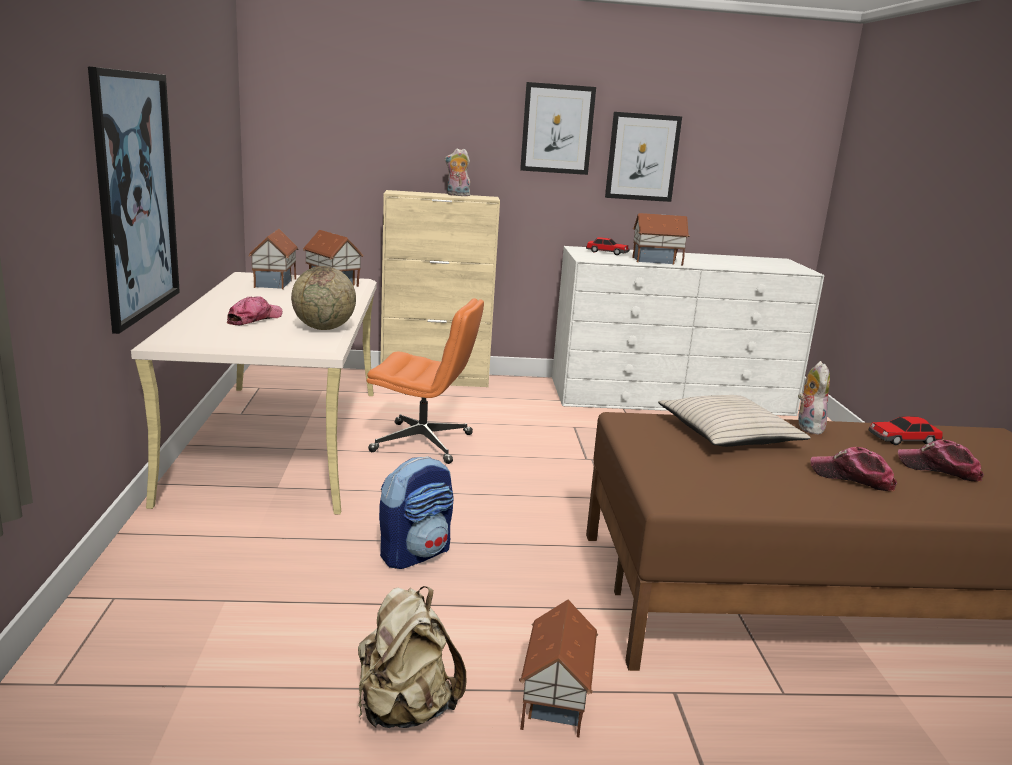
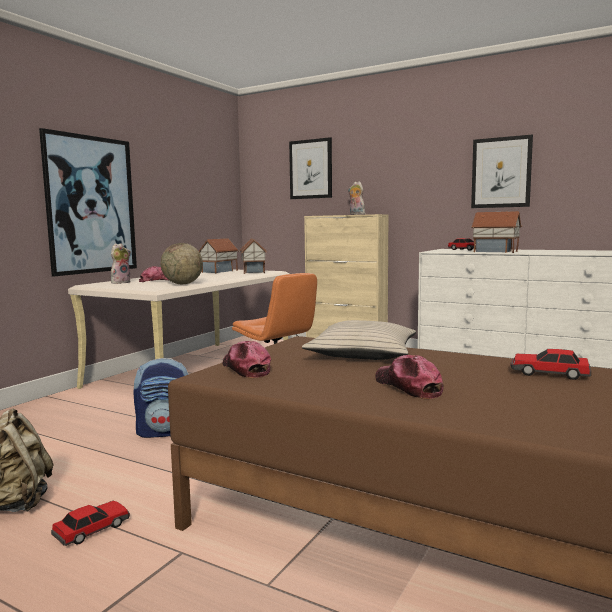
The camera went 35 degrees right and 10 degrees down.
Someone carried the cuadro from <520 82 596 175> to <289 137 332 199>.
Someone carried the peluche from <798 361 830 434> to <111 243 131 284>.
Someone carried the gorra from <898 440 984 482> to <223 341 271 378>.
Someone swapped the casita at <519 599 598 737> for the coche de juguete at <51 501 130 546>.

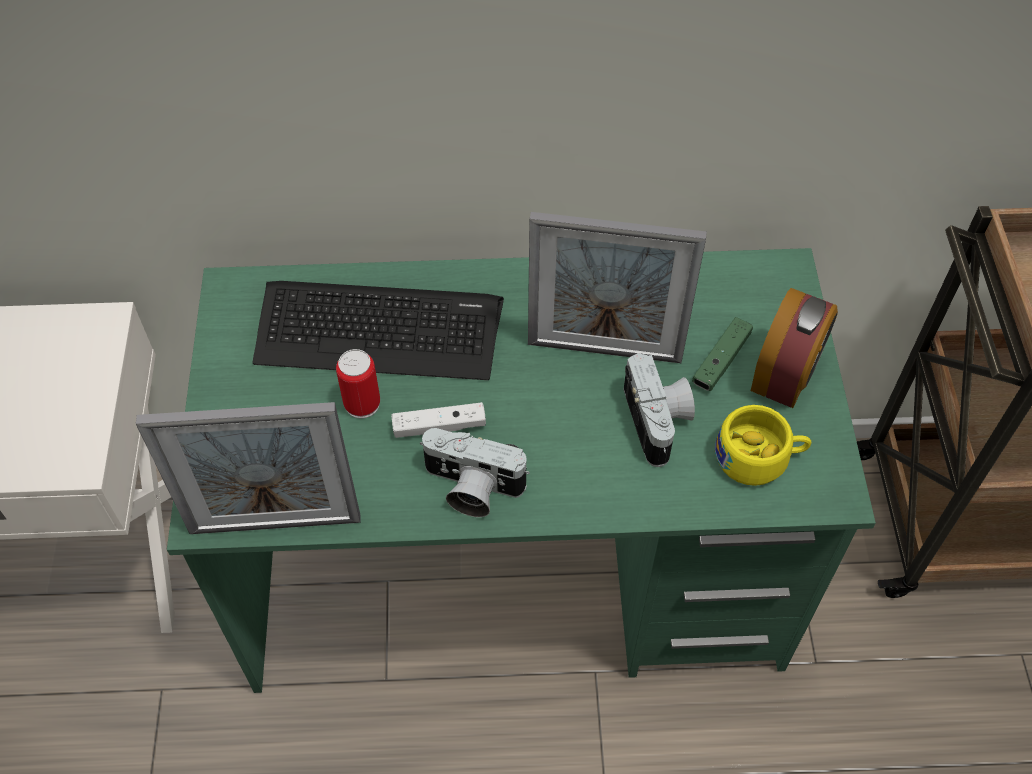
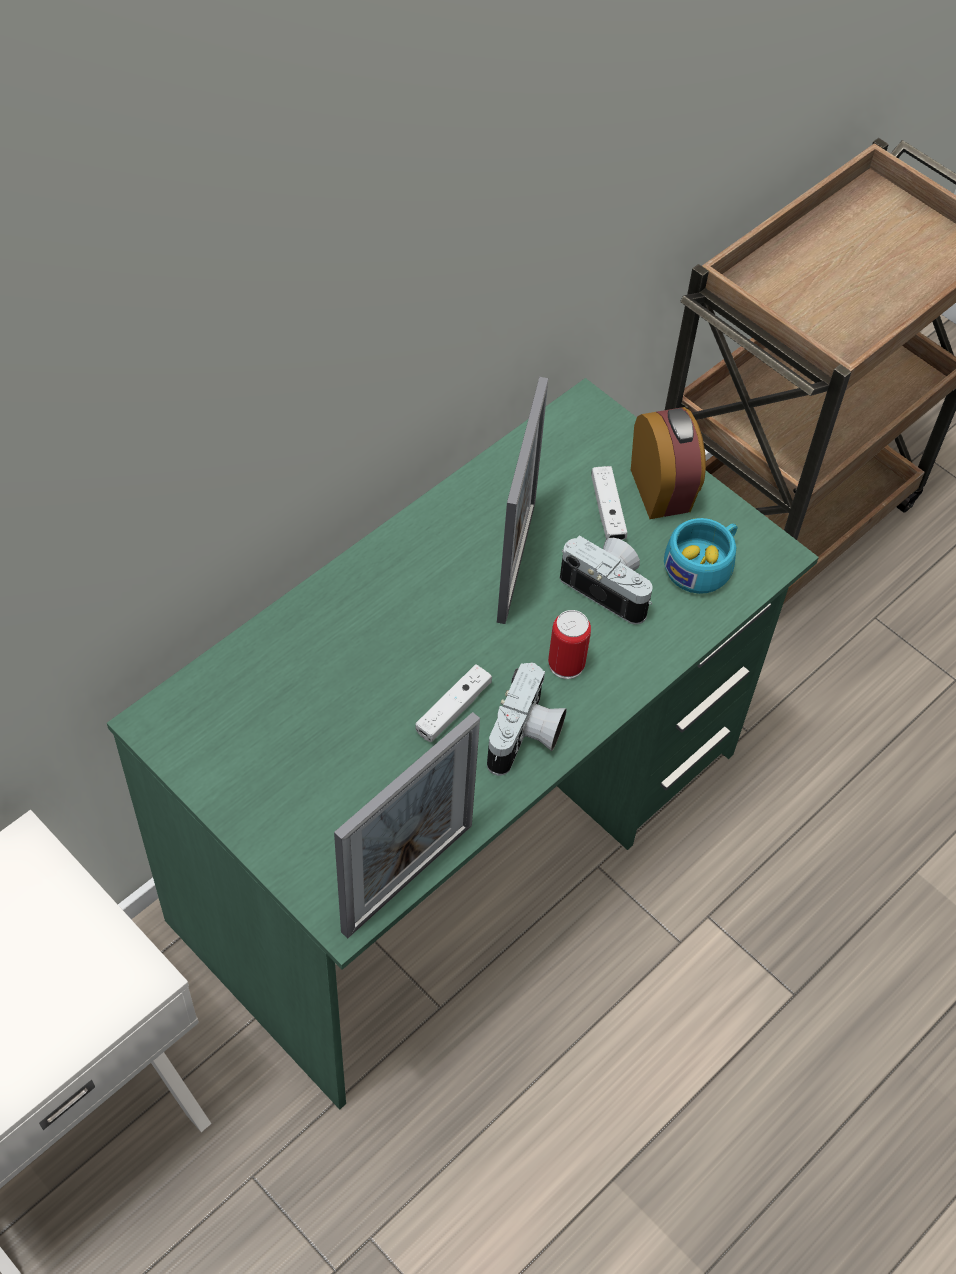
The camera went 45 degrees left and 0 degrees up.
Someone rotated the portarretratos at <528 212 707 363> by 45 degrees counterclockwise.
Someone took away the teclado at <252 281 504 380>.
Someone repainted the mando de consola (verde) at <692 317 753 391>, which became the mando de consola (blanco) at <591 466 627 540>.
Someone carried the lata from <336 349 380 418> to <548 610 591 679>.
Someone repainted the taza (amarillo) at <715 405 811 486>, which became the taza (turquesa) at <664 518 737 594>.
Someone rotated the cámara at <420 428 530 517> by 45 degrees counterclockwise.

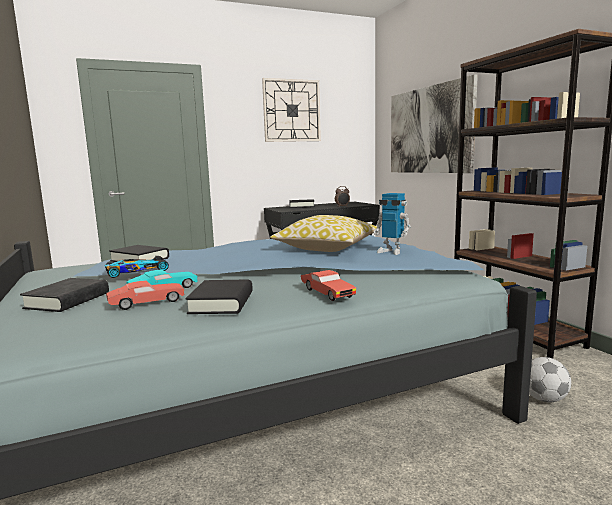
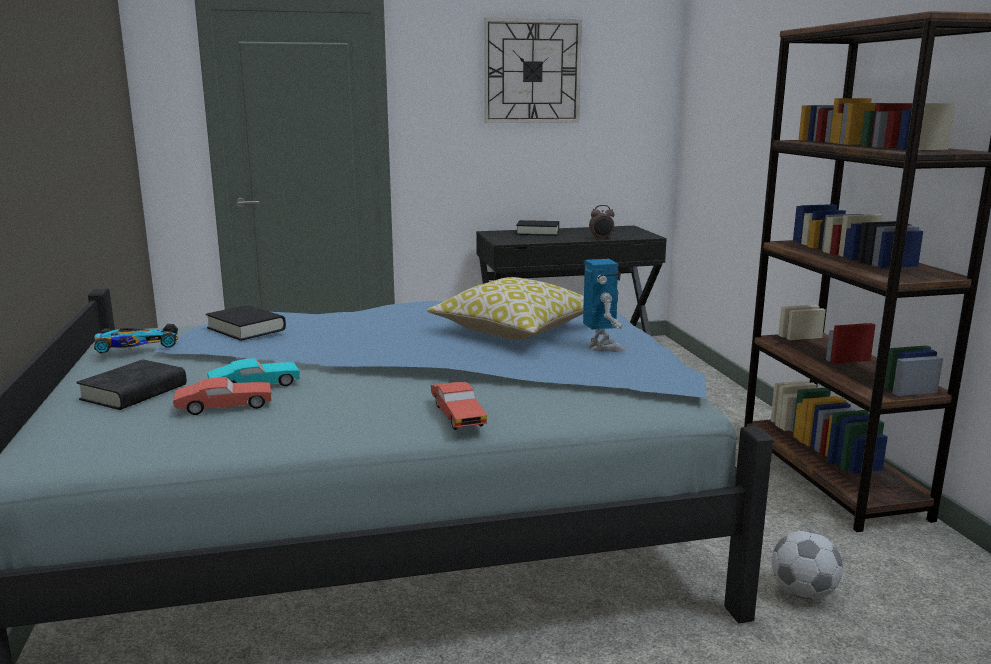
The camera went 10 degrees right and 5 degrees up.
Someone took away the cuadro at <391 74 478 173>.
Someone rotated the robot de juguete at <373 193 411 255> by 150 degrees counterclockwise.
Someone carried the coche de juguete from <105 256 169 278> to <94 324 178 354>.
Someone took away the libro (negro) at <185 279 253 314>.

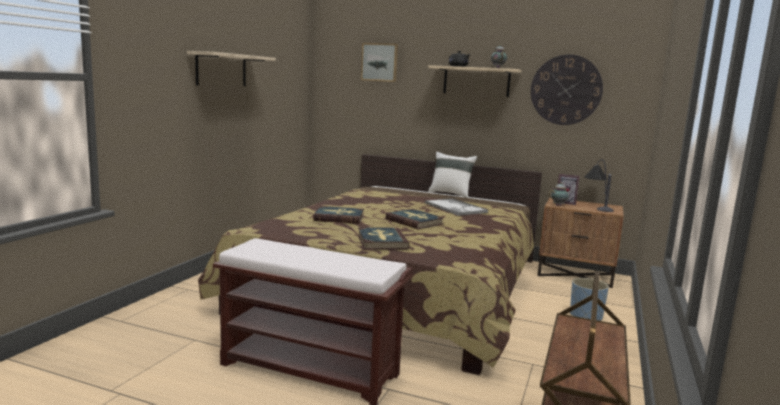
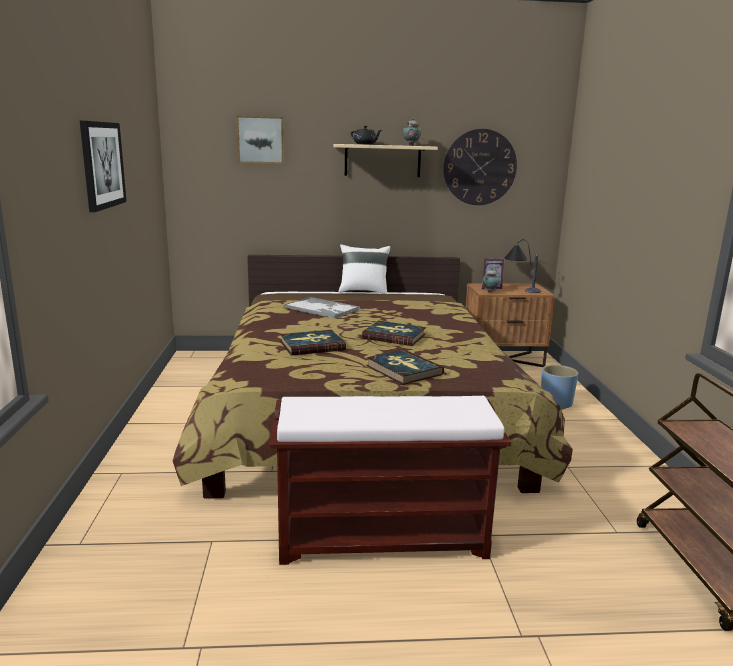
The camera went 25 degrees left and 5 degrees up.
Someone swapped the estante (beis) at <187 51 276 86> for the cuadro at <80 121 127 212>.
Someone carried the bandeja from <425 198 488 216> to <284 297 360 319>.

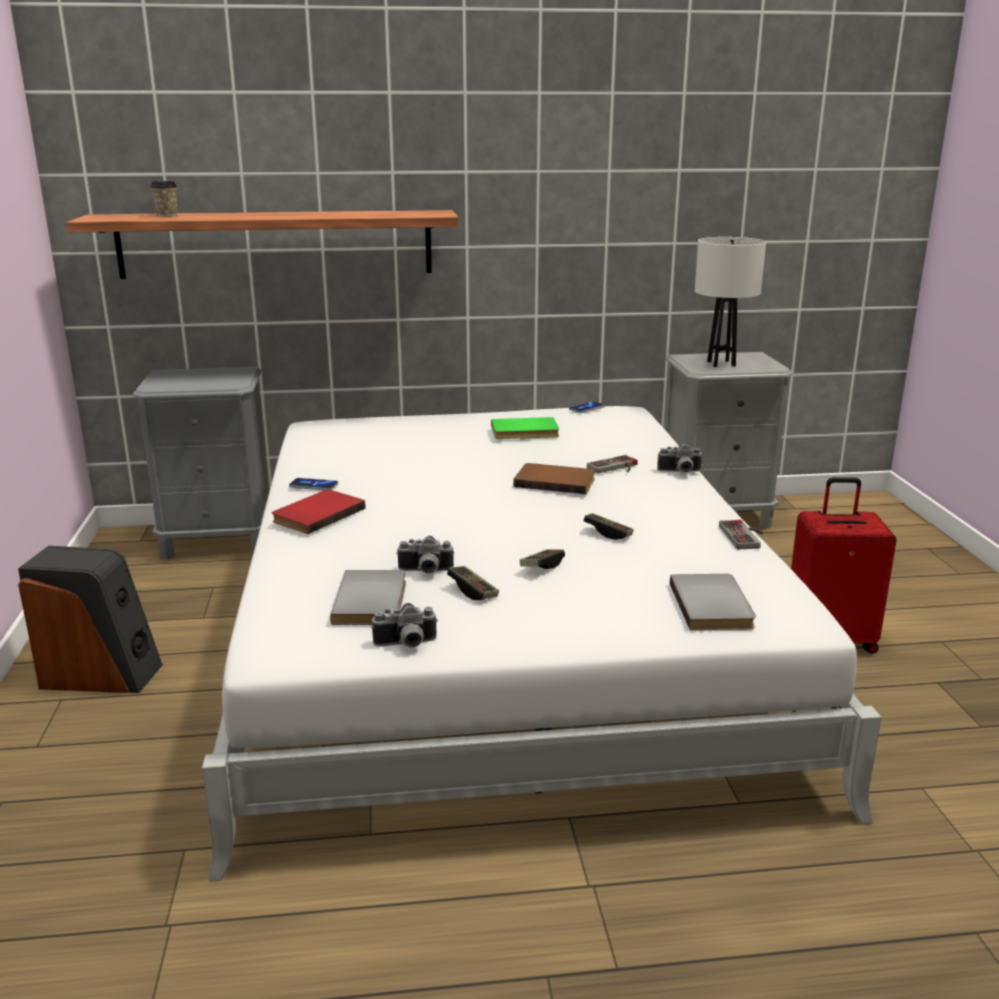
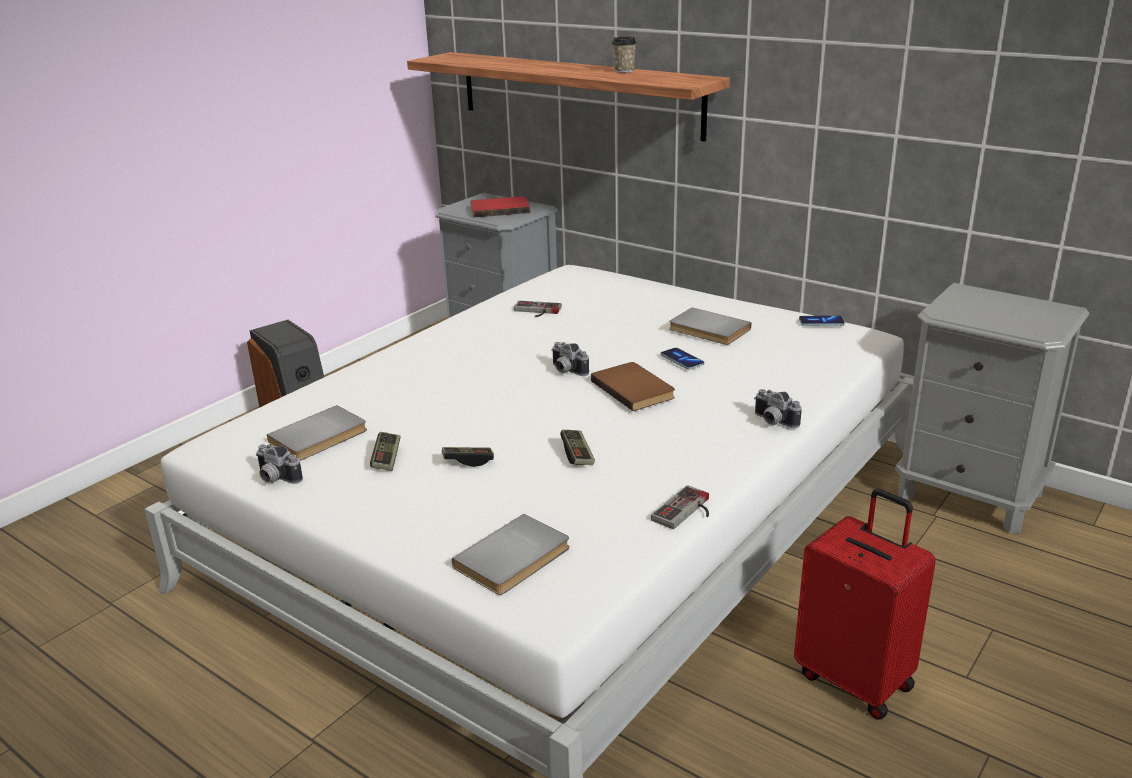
The camera went 45 degrees right and 5 degrees up.
Someone carried the taza from <150 181 177 217> to <612 36 637 73>.
Someone took away the lámpara de mesa (blanco) at <695 237 766 367>.
Someone repainted the libro (verde) at <491 417 559 439>, which became the libro (gris) at <669 308 751 345>.
Someone carried the mando de consola from <587 455 638 473> to <514 301 562 317>.
Someone carried the móvil from <289 478 338 491> to <661 348 704 370>.
Someone carried the libro (rojo) from <272 490 365 534> to <470 196 530 217>.
Someone carried the cámara from <396 536 454 574> to <551 342 589 376>.

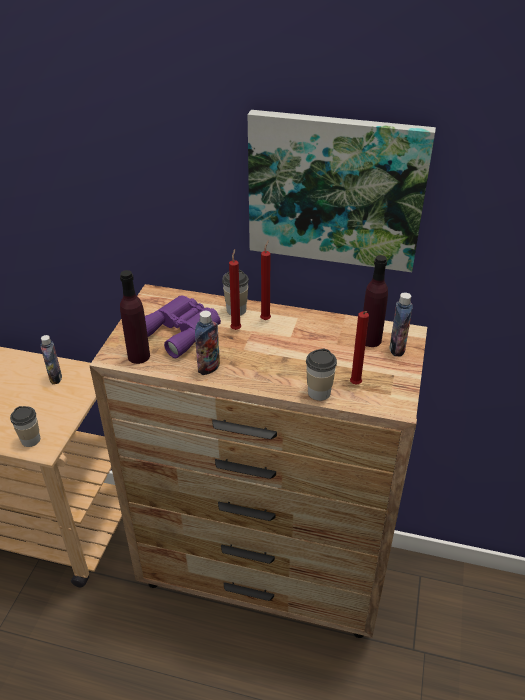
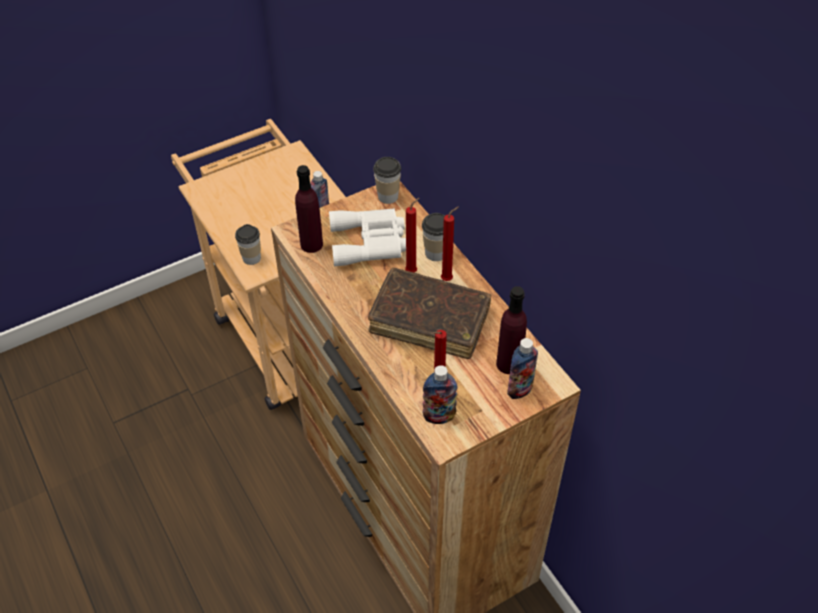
The camera went 45 degrees right and 10 degrees up.
Someone took away the cuadro at <248 110 436 272>.
Someone repainted the prismáticos (morado) at <145 296 221 358>, which became the prismáticos (blanco) at <329 208 406 266>.
Someone carried the botella from <195 311 220 375> to <423 365 458 424>.
Someone carried the taza from <306 349 337 401> to <373 157 401 204>.
Someone put down the libro (marrón) at <368 267 492 359>.

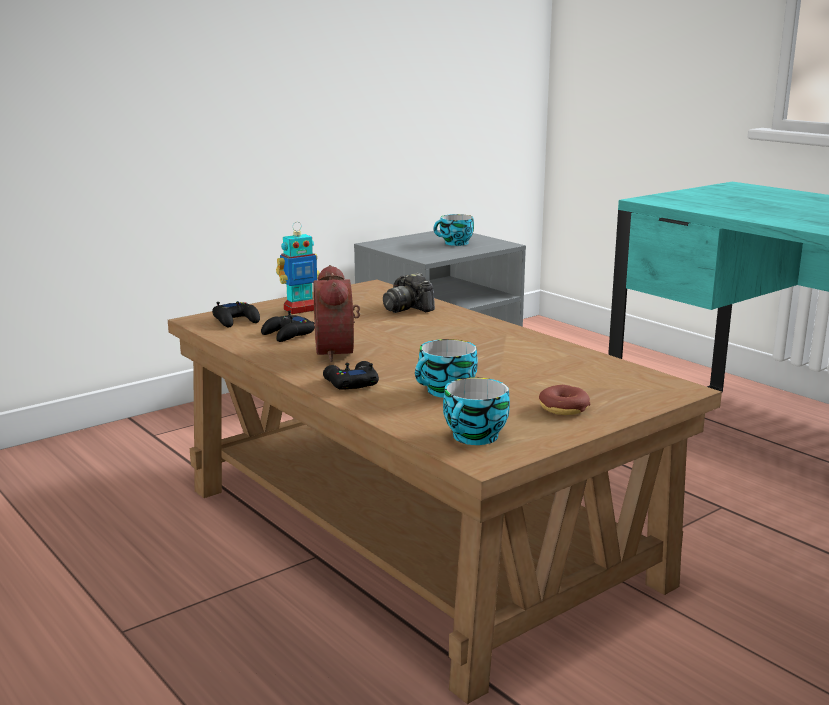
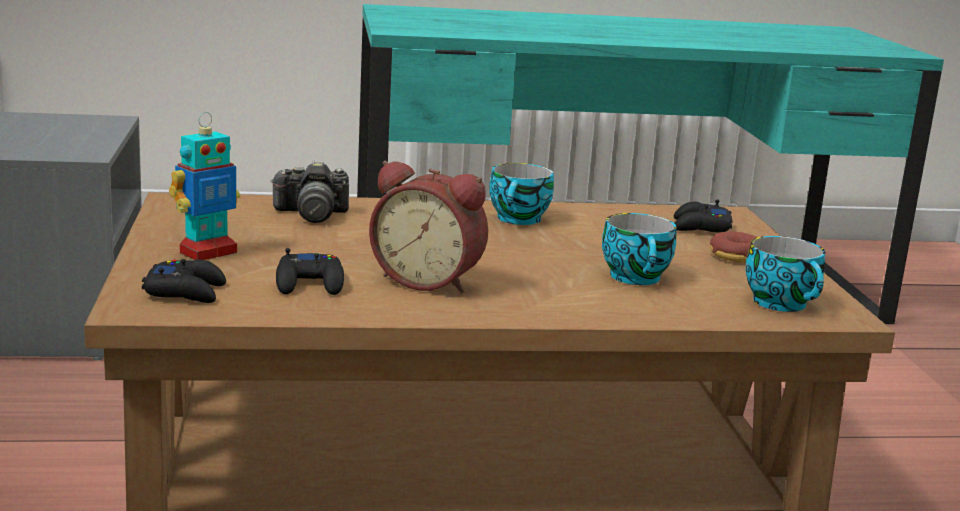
The camera went 60 degrees left and 0 degrees up.
Someone carried the taza from <433 214 474 246> to <489 163 554 225>.
Someone rotated the robot de juguete at <276 222 320 314> by 45 degrees clockwise.
Someone carried the mando de consola (negro) from <323 361 379 390> to <674 200 733 233>.

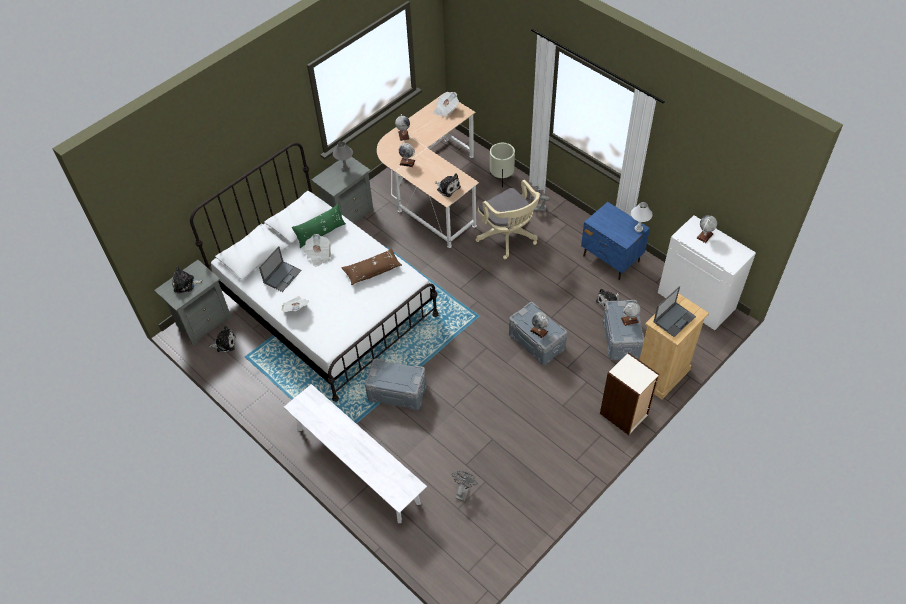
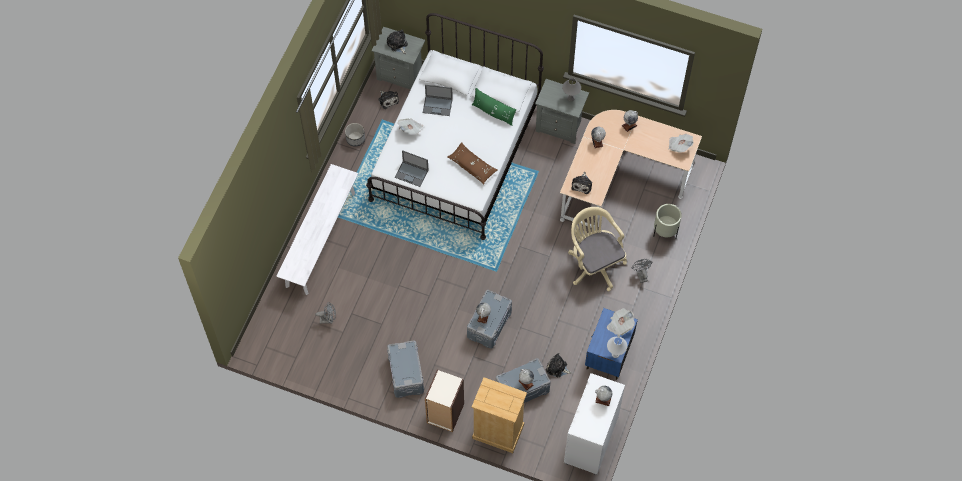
The camera went 65 degrees right and 10 degrees up.
Someone rotated the silla de oficina (beis) at <476 180 540 259> by 120 degrees clockwise.
Someone carried the periódico from <304 234 331 267> to <607 308 635 337>.
Someone carried the portátil from <654 286 696 337> to <395 150 429 187>.
Someone carried the caja de almacenaje (gris) from <365 359 426 410> to <387 340 424 398>.
Someone put down the maceta at <345 123 365 147>.

